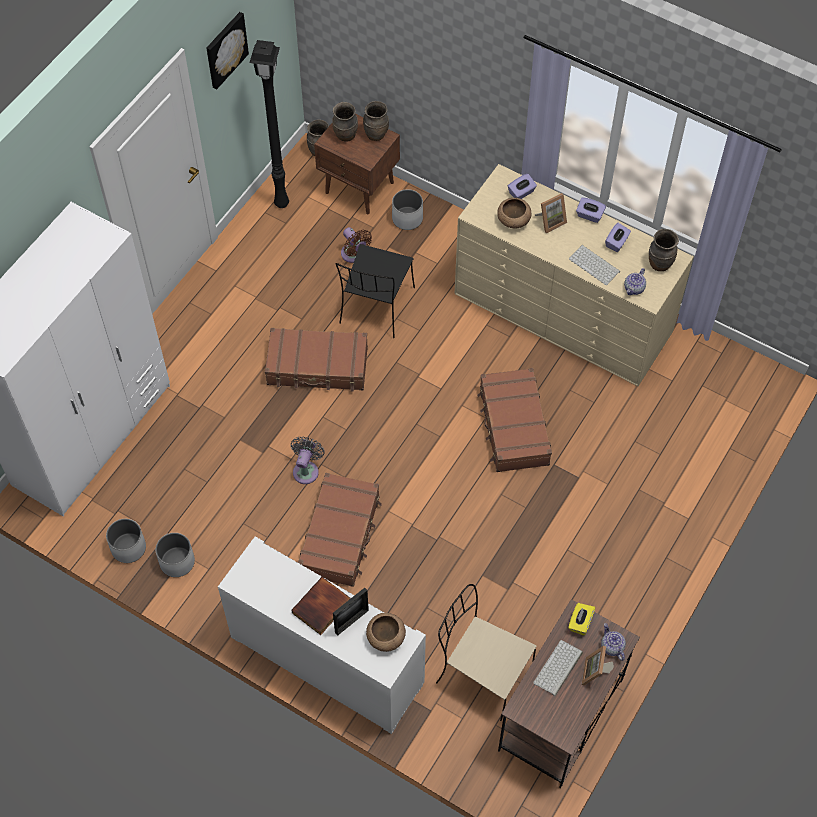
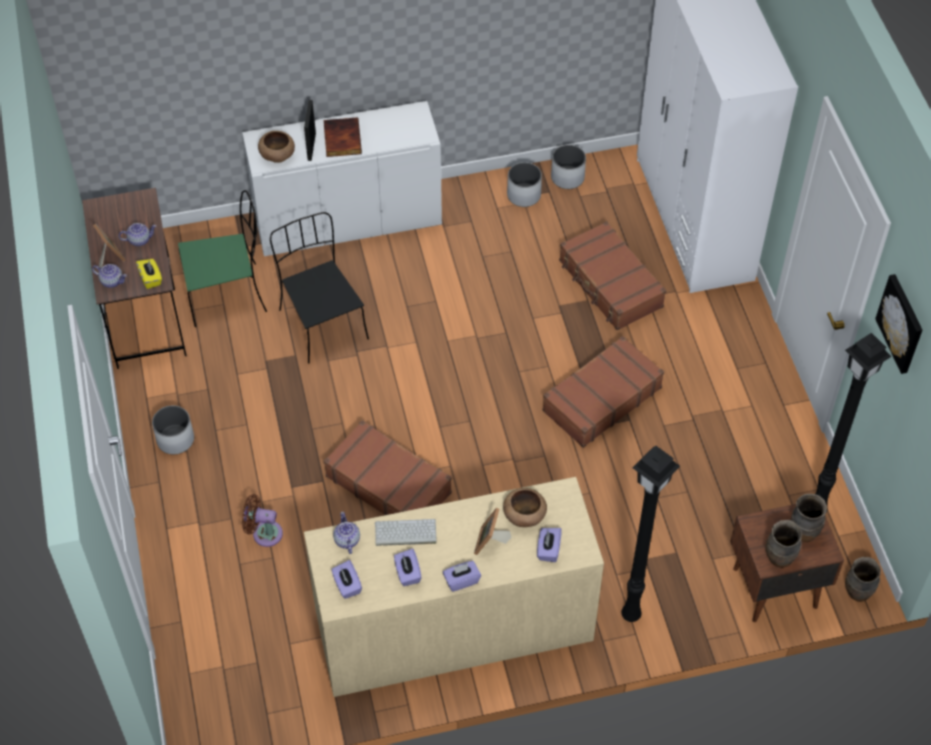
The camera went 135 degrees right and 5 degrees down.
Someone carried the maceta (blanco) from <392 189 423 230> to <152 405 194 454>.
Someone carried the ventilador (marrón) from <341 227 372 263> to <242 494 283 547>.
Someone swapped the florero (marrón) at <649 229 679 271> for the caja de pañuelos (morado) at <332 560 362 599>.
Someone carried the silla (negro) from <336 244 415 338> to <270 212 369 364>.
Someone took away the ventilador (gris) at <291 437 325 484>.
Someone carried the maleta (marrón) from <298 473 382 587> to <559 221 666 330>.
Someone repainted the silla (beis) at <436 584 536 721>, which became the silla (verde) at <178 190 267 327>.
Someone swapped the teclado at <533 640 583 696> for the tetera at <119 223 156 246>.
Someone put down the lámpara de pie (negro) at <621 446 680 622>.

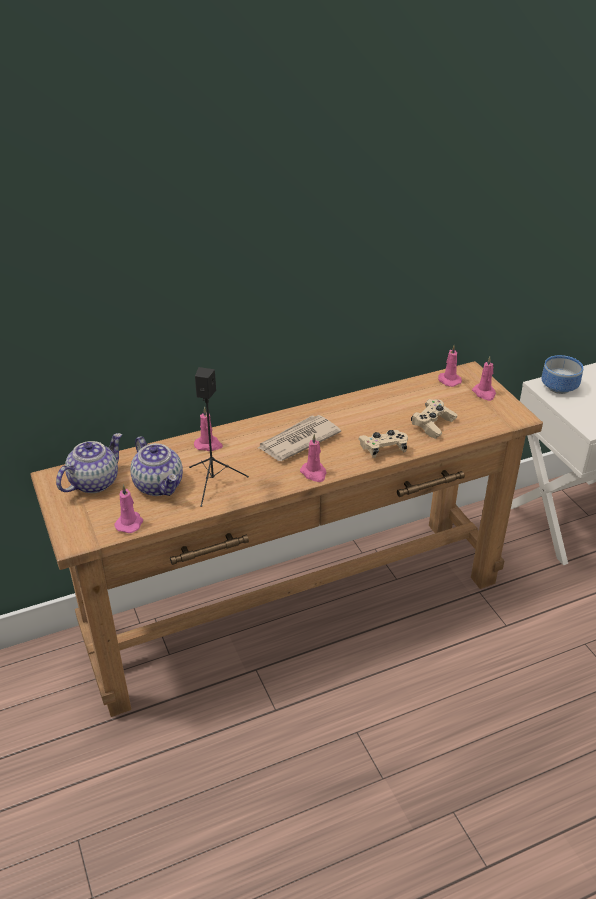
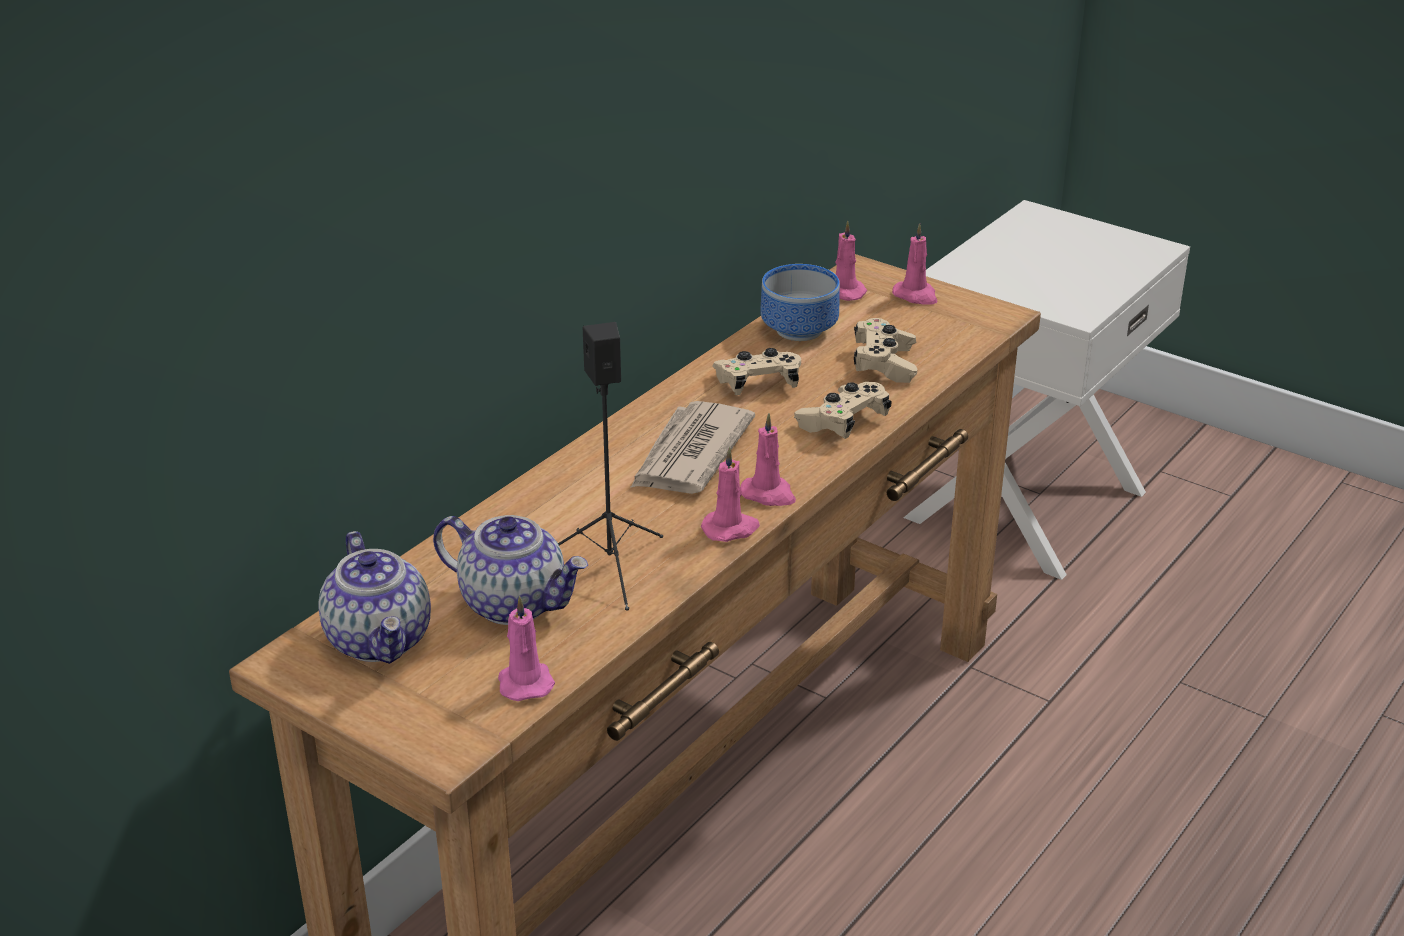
The camera went 30 degrees left and 5 degrees down.
Someone carried the cuenco from <541 355 584 394> to <760 264 840 341>.
Someone carried the vela (rosa) from <194 407 223 451> to <701 447 760 542>.
Someone rotated the tetera at <56 433 122 493> by 150 degrees clockwise.
Someone put down the mando de consola (beis) at <713 348 801 395>.

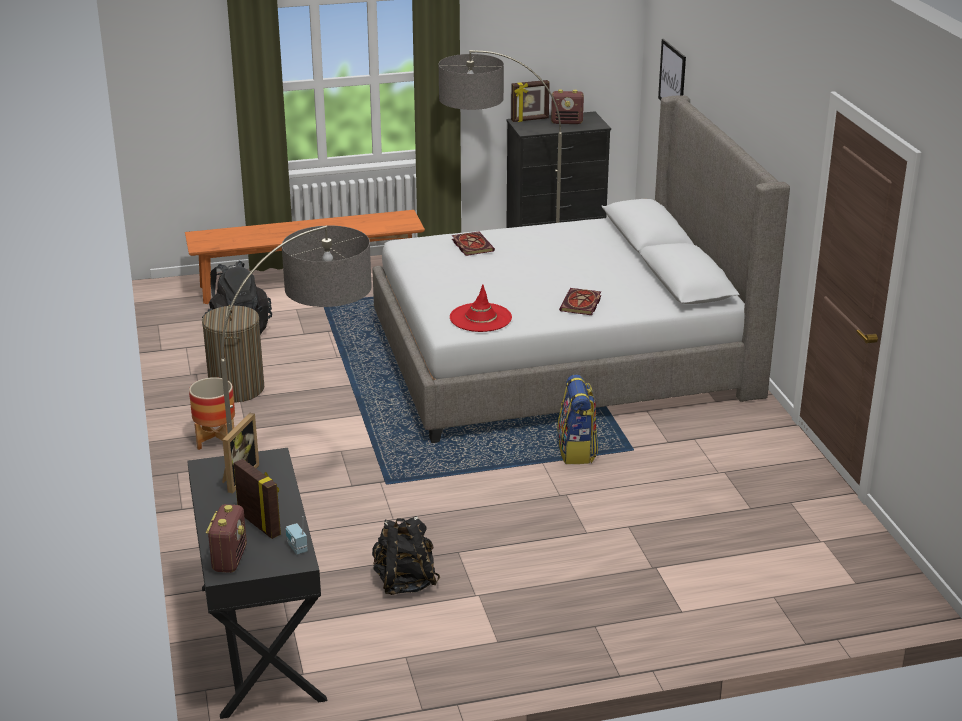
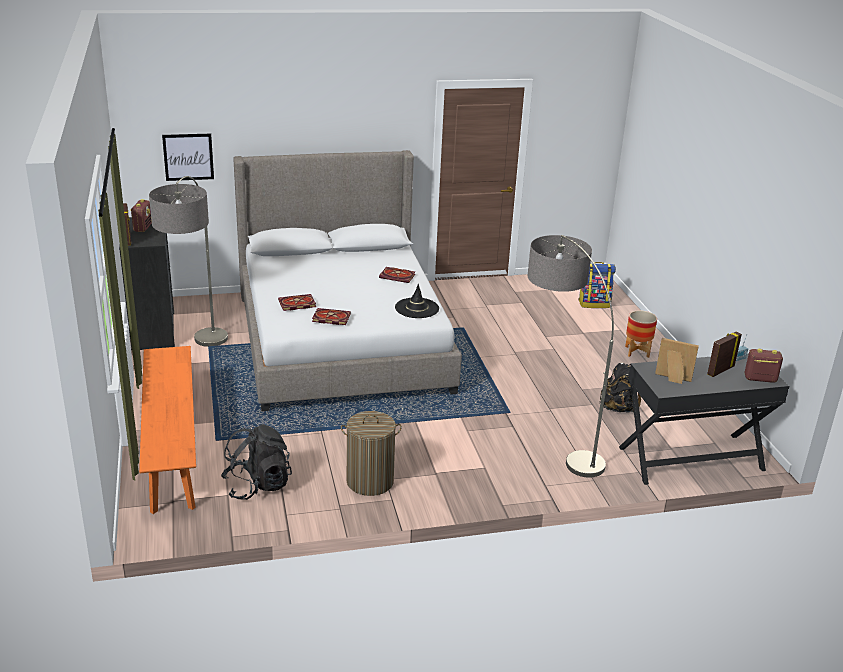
The camera went 90 degrees left and 0 degrees up.
Someone repainted the sombrero (rojo) at <450 284 512 332>, which became the sombrero (negro) at <395 284 439 318>.
Someone carried the mochila from <557 375 598 464> to <579 262 616 308>.
Someone carried the maceta from <189 377 235 450> to <625 310 657 358>.
Someone put down the libro at <312 308 351 325>.

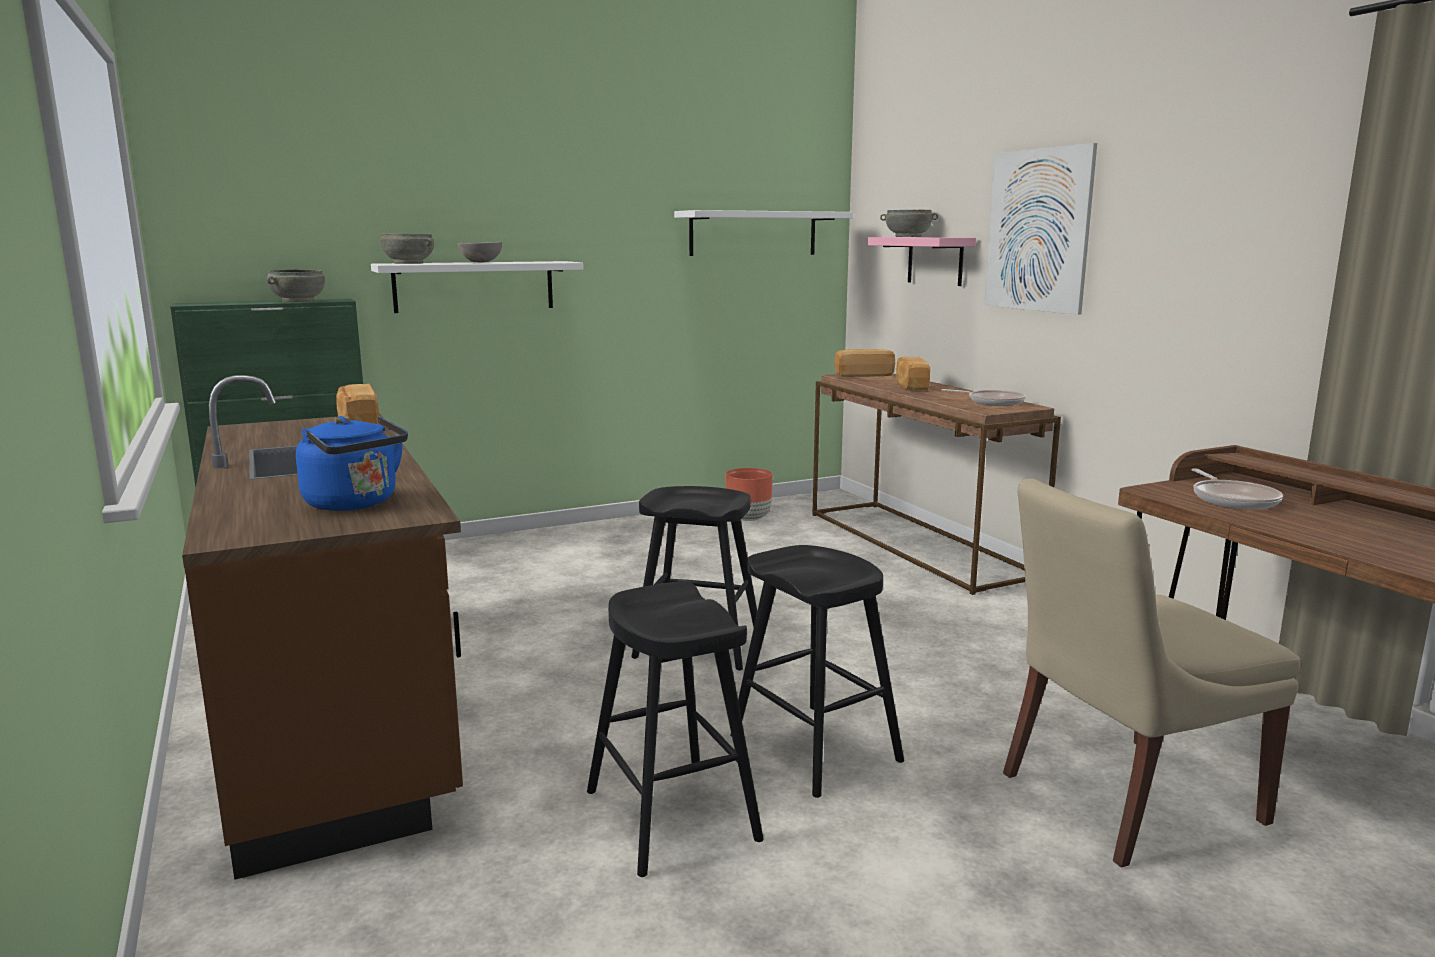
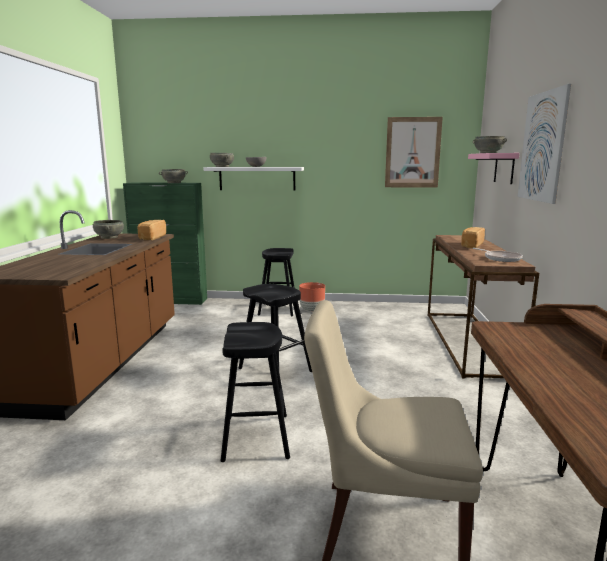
The camera went 30 degrees right and 0 degrees up.
Someone swapped the estante (blanco) at <674 210 853 256> for the cuadro at <385 117 443 188>.
Someone took away the pan at <834 349 895 377>.
Someone took away the hervidor (azul) at <296 416 408 511>.
Someone carried the maceta (marrón) from <725 468 773 521> to <299 282 325 312>.
Someone took away the sartén at <1191 469 1283 509>.
Someone carried the taburete (negro) from <587 581 764 877> to <258 248 295 316>.
Someone put down the cuenco (gris) at <93 220 124 239>.

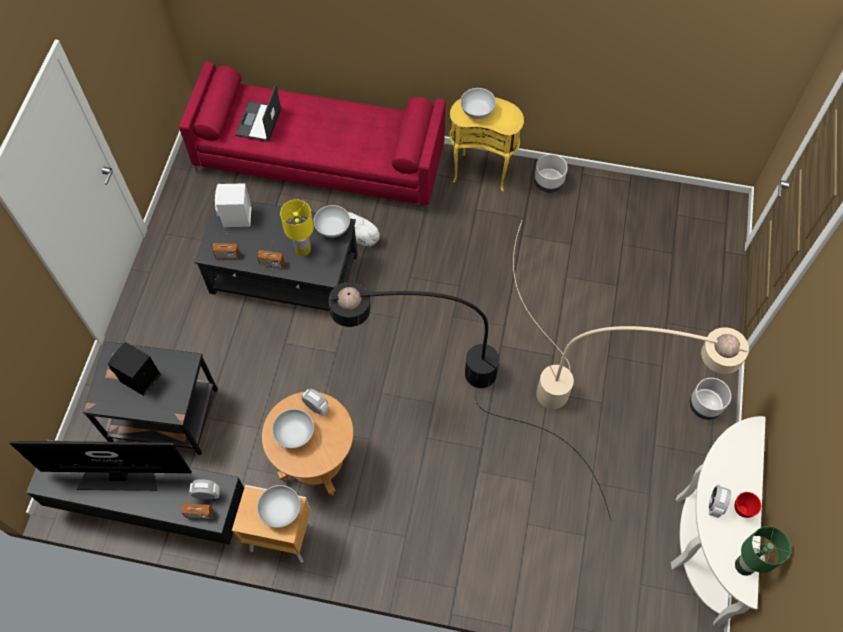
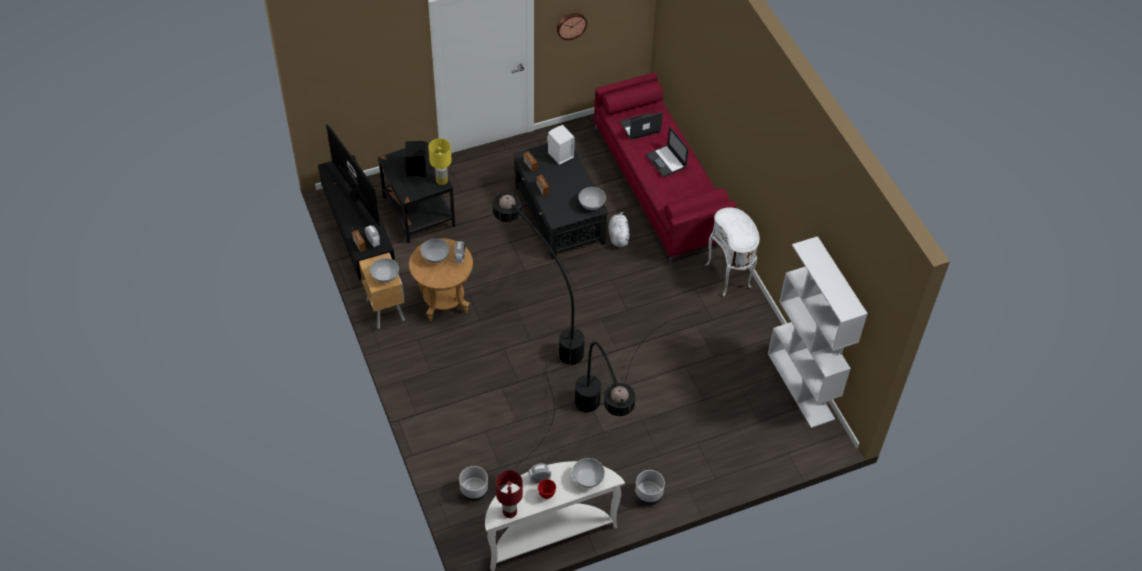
The camera went 55 degrees right and 10 degrees down.
Someone carried the cuenco (blanco) from <460 88 496 119> to <572 458 605 488>.
Someone repainted the mesa auxiliar (amarillo) at <449 97 524 192>, which became the mesa auxiliar (blanco) at <706 207 760 296>.
Someone carried the maceta (gris) from <534 154 568 193> to <459 466 488 502>.
Someone carried the lámpara de mesa (amarillo) from <280 200 314 256> to <428 138 452 185>.
Someone repainted the lámpara de pie (beis) at <513 221 749 409>, which became the lámpara de pie (negro) at <575 312 700 416>.
Someone repainted the lámpara de mesa (verde) at <735 526 791 576>, which became the lámpara de mesa (rojo) at <496 470 523 518>.
Someone put up the reloj de pared at <557 13 587 40>.
Someone put down the portátil at <645 127 689 177>.
Someone put down the estantería (blanco) at <768 236 868 428>.

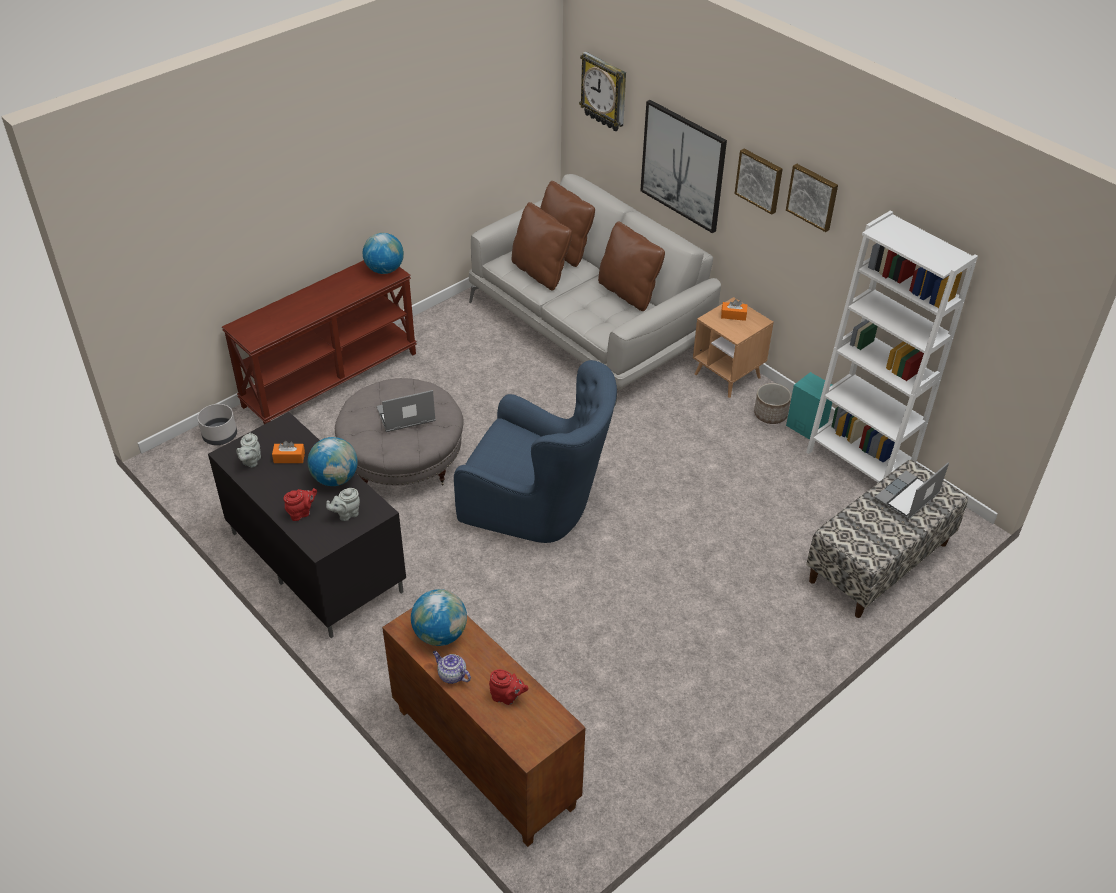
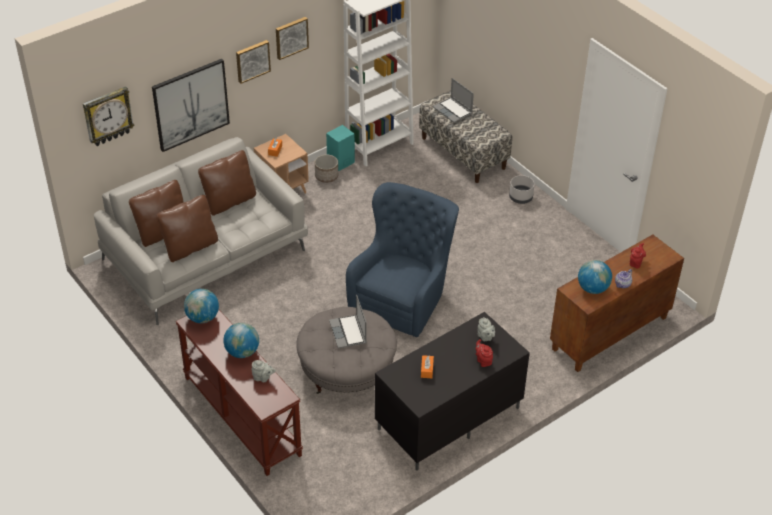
The camera went 85 degrees left and 0 degrees up.
Someone carried the maceta (gris) from <197 404 237 445> to <509 175 535 204>.
Someone carried the tetera (gris) from <236 432 261 468> to <252 360 276 382>.
Someone carried the globo terráqueo from <308 437 358 486> to <223 323 259 358>.

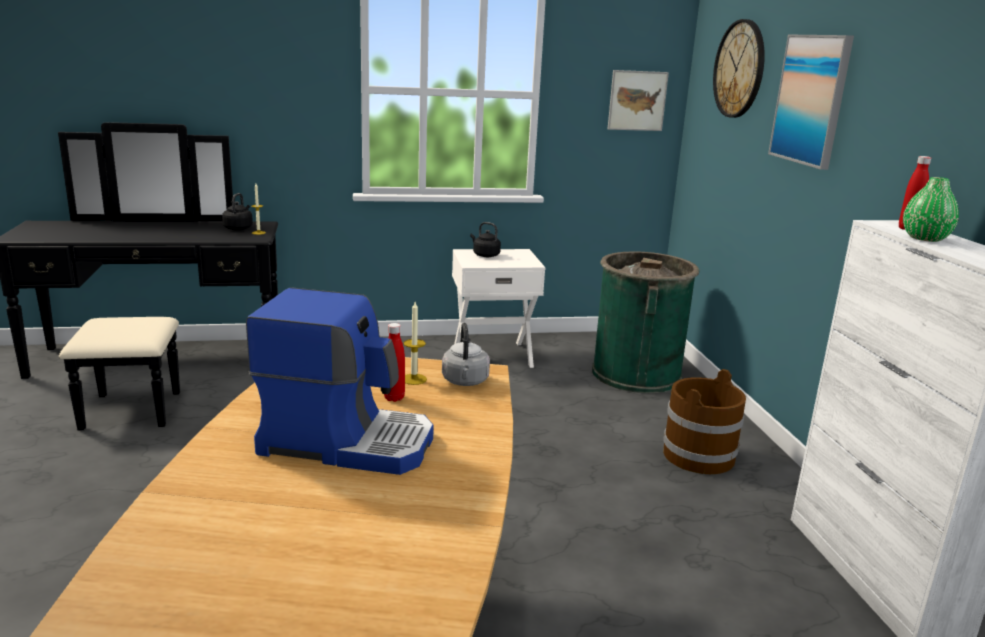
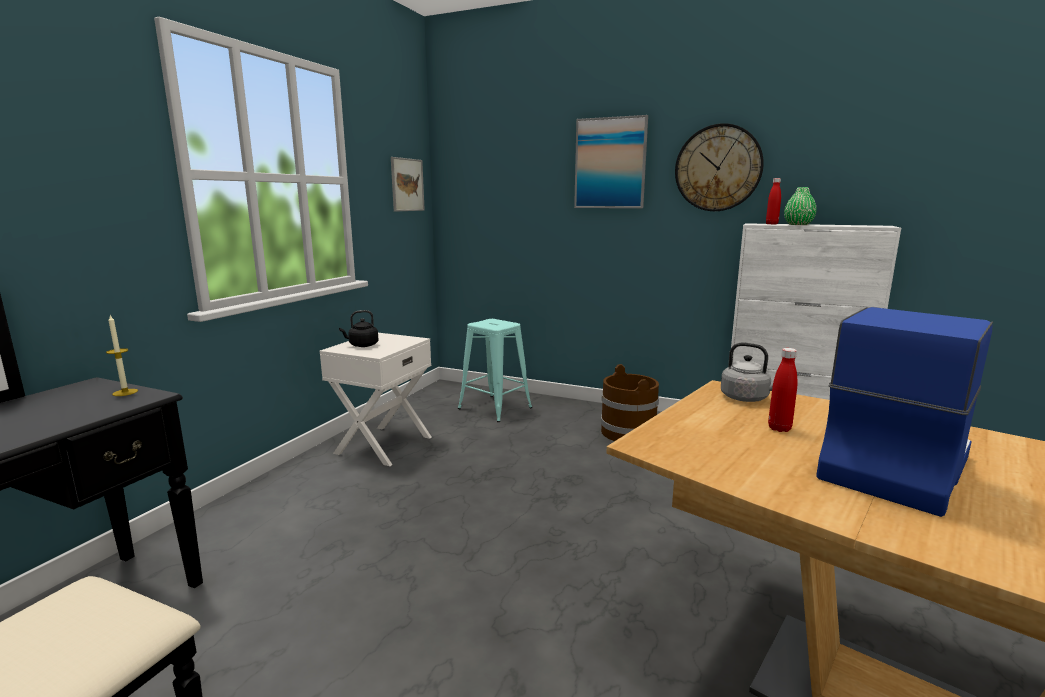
The camera went 55 degrees left and 5 degrees down.
Someone carried the reloj de pared from <713 19 765 118> to <675 123 764 211>.
Someone took away the hervidor (negro) at <222 193 253 230>.
Someone swapped the papelera (verde) at <592 251 699 393> for the taburete (turquesa) at <458 319 532 422>.
Someone took away the vela at <404 302 427 385>.

